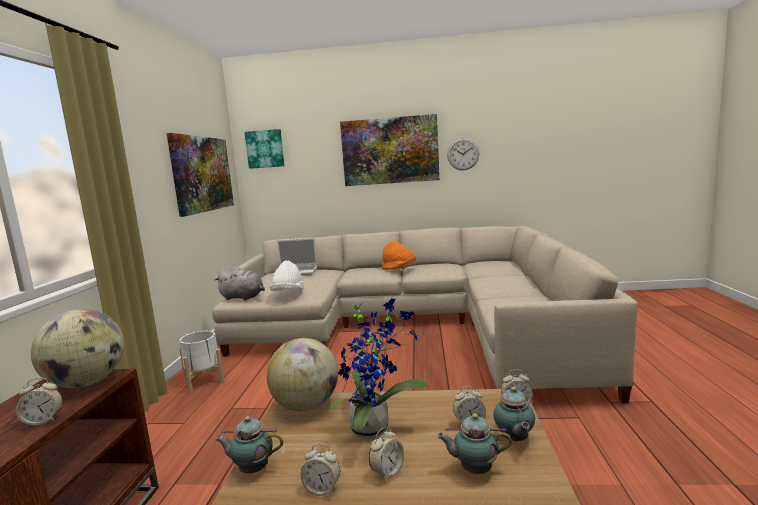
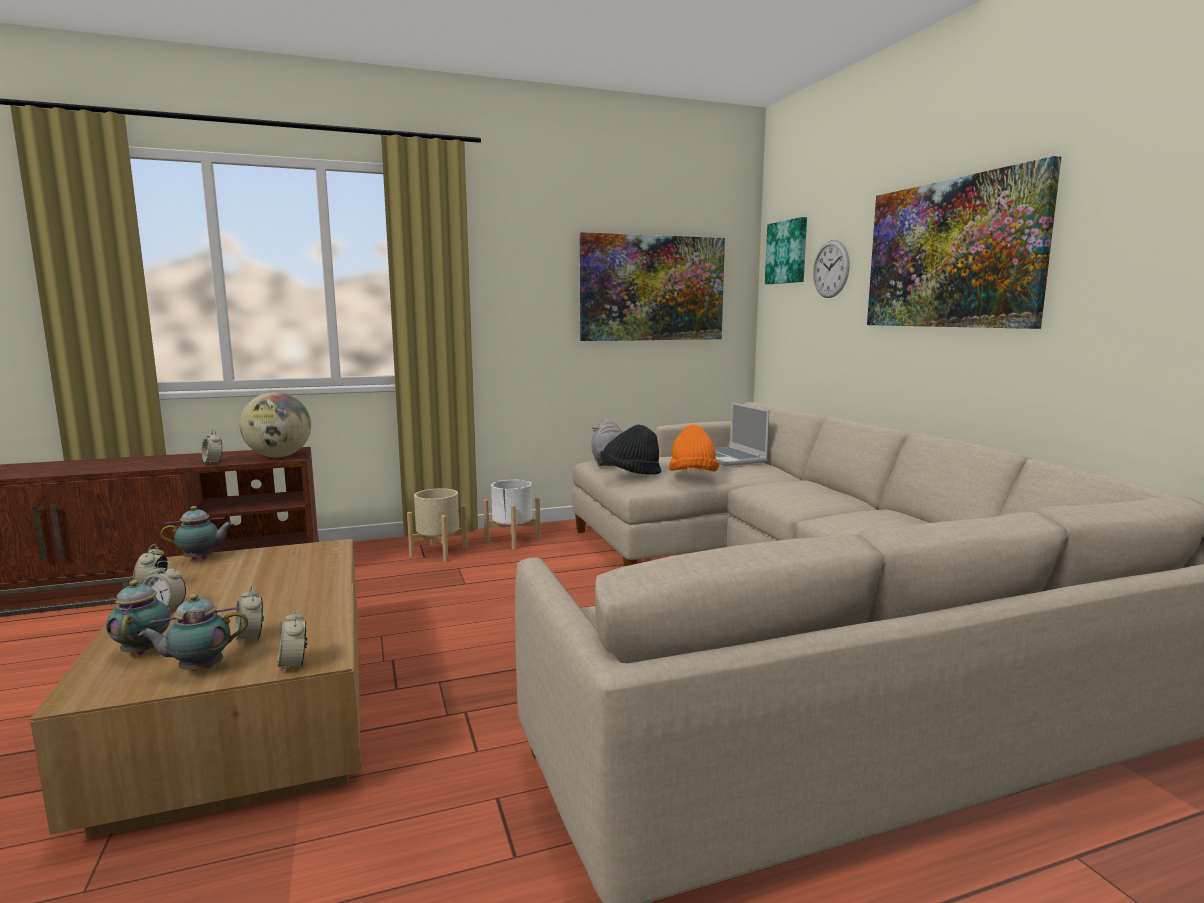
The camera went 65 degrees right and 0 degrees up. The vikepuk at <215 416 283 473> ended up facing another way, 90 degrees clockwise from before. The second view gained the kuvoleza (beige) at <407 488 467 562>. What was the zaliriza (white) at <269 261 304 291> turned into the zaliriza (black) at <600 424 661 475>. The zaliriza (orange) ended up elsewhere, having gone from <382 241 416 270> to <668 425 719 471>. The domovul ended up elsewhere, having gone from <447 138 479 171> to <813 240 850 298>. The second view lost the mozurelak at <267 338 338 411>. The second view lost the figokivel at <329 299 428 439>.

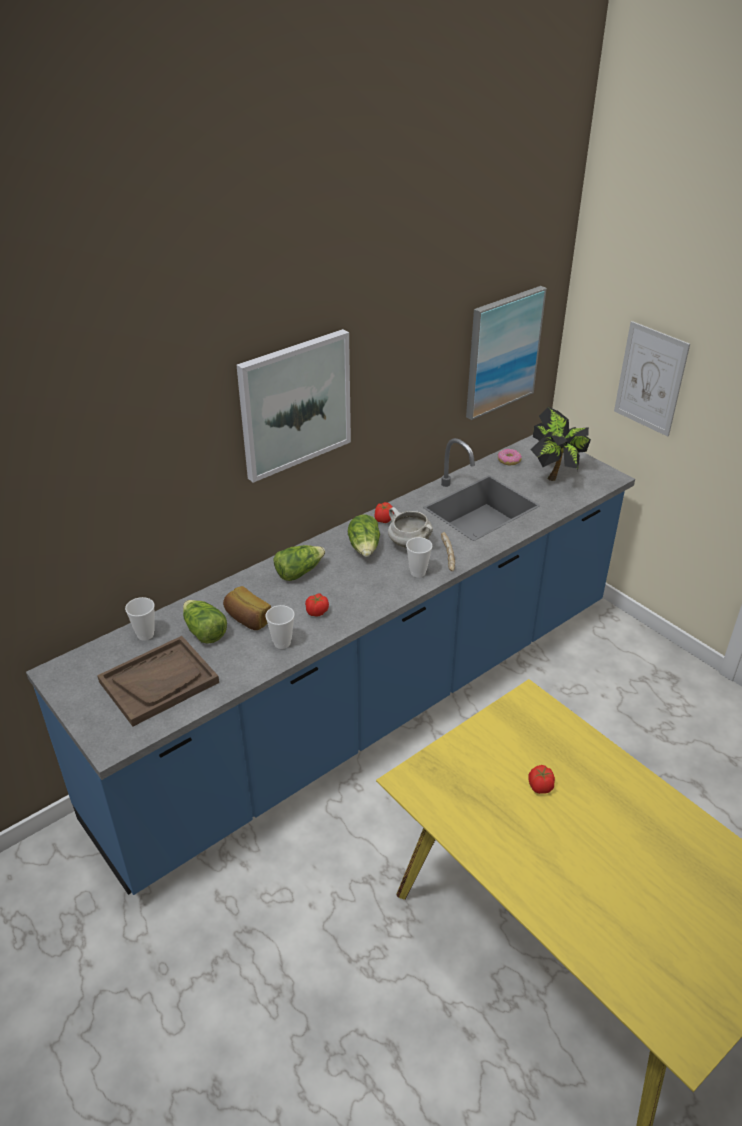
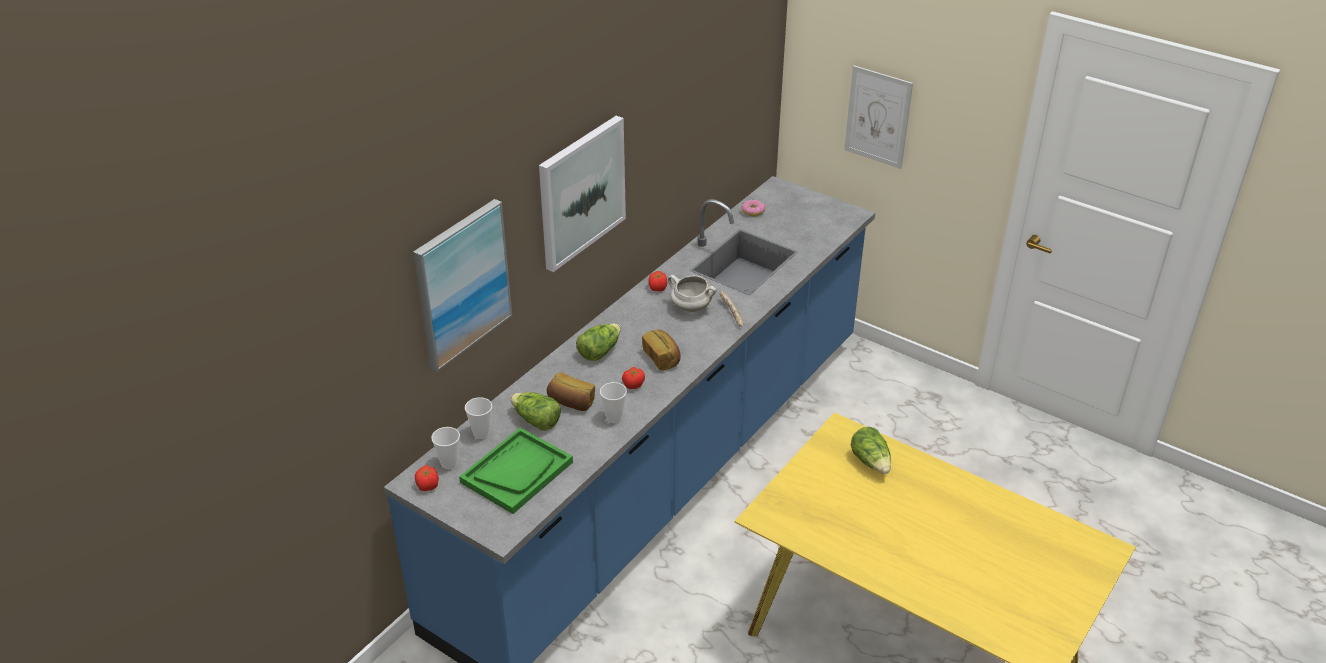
The camera went 15 degrees left and 0 degrees up. The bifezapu ended up elsewhere, having gone from <466 286 547 420> to <413 199 512 372>. The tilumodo ended up elsewhere, having gone from <528 765 555 794> to <415 466 439 491>. The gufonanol ended up elsewhere, having gone from <406 537 432 577> to <431 427 460 469>. What was the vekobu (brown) at <97 636 219 726> turned into the vekobu (green) at <459 428 573 514>. The second view gained the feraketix at <642 330 681 370>. The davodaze ended up elsewhere, having gone from <348 514 380 557> to <851 427 891 474>. The second view lost the figokivel at <530 407 591 481>.

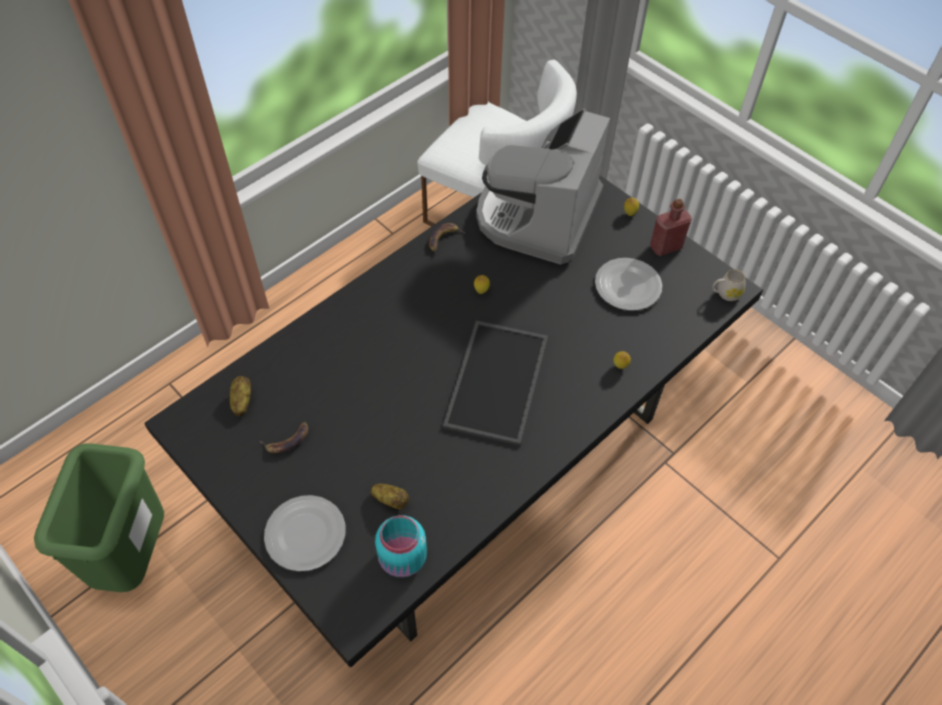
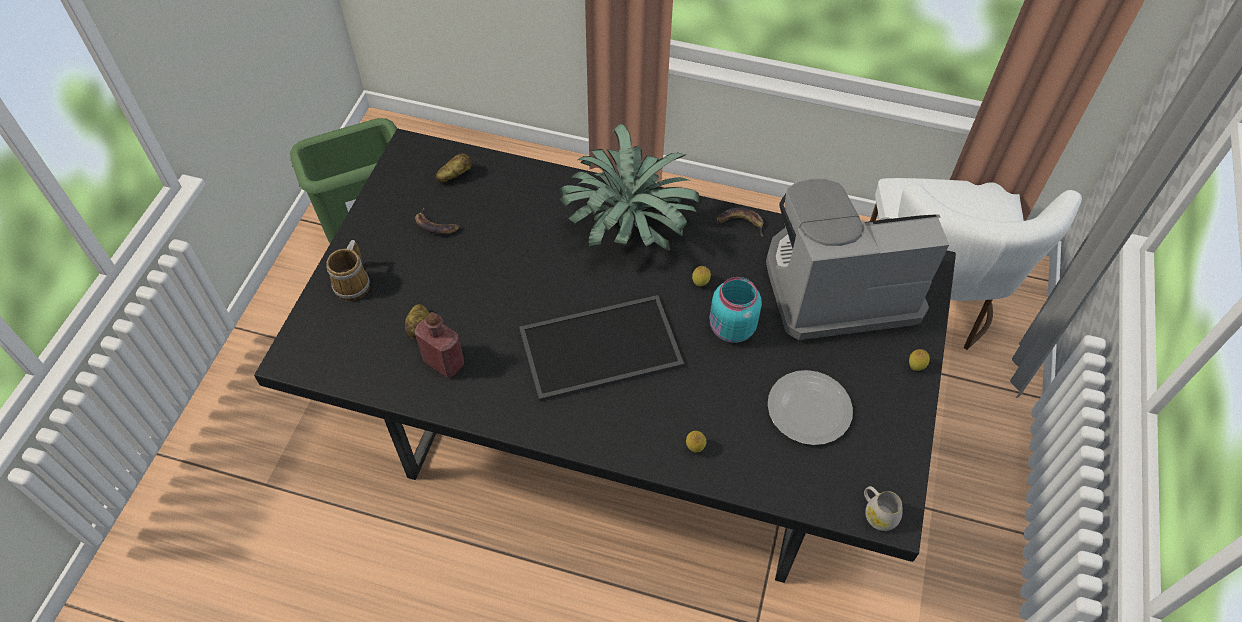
The camera went 60 degrees right and 0 degrees up. Where the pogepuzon stood at <264 495 345 571>, the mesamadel came to stand at <326 240 370 301>. The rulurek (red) ended up elsewhere, having gone from <650 199 692 256> to <415 312 464 378>. The second view gained the figokivel at <560 124 700 250>. The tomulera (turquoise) ended up elsewhere, having gone from <375 515 427 578> to <710 277 762 343>.

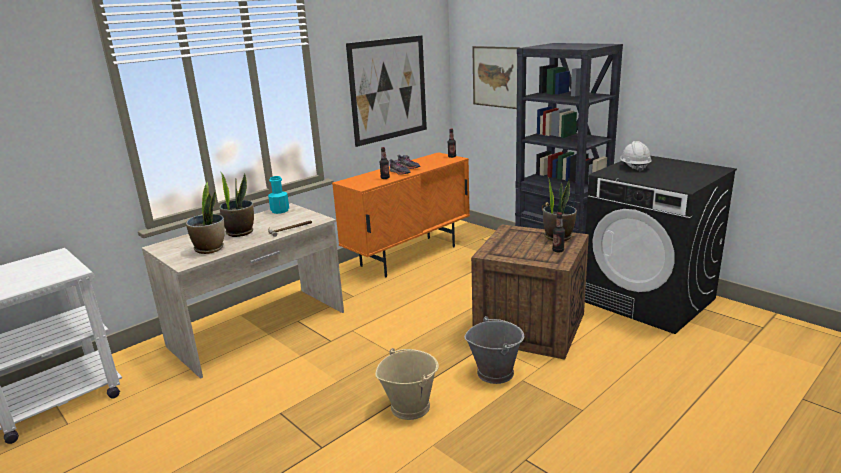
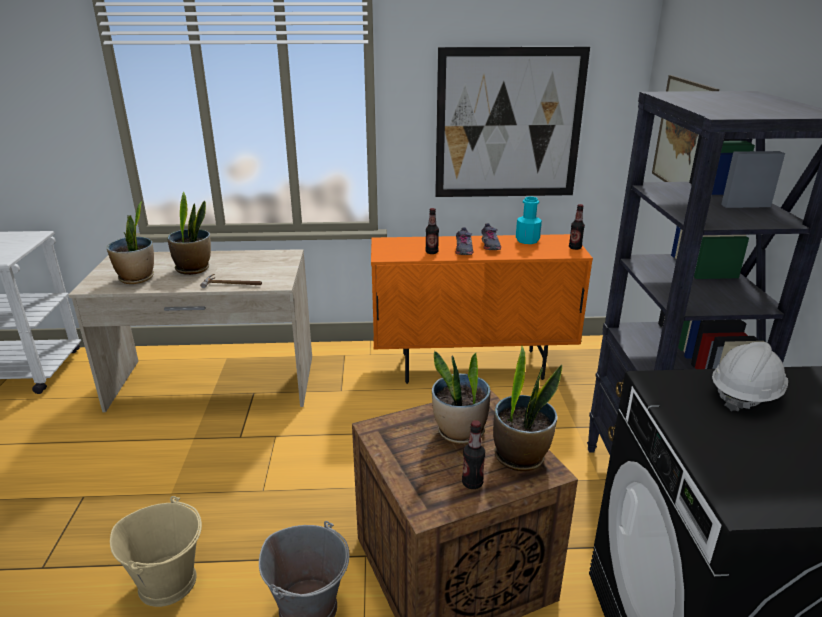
The camera went 40 degrees right and 5 degrees up. The second view gained the figokivel at <432 351 490 444>. The rulurek (turquoise) ended up elsewhere, having gone from <268 176 289 214> to <516 197 542 244>.

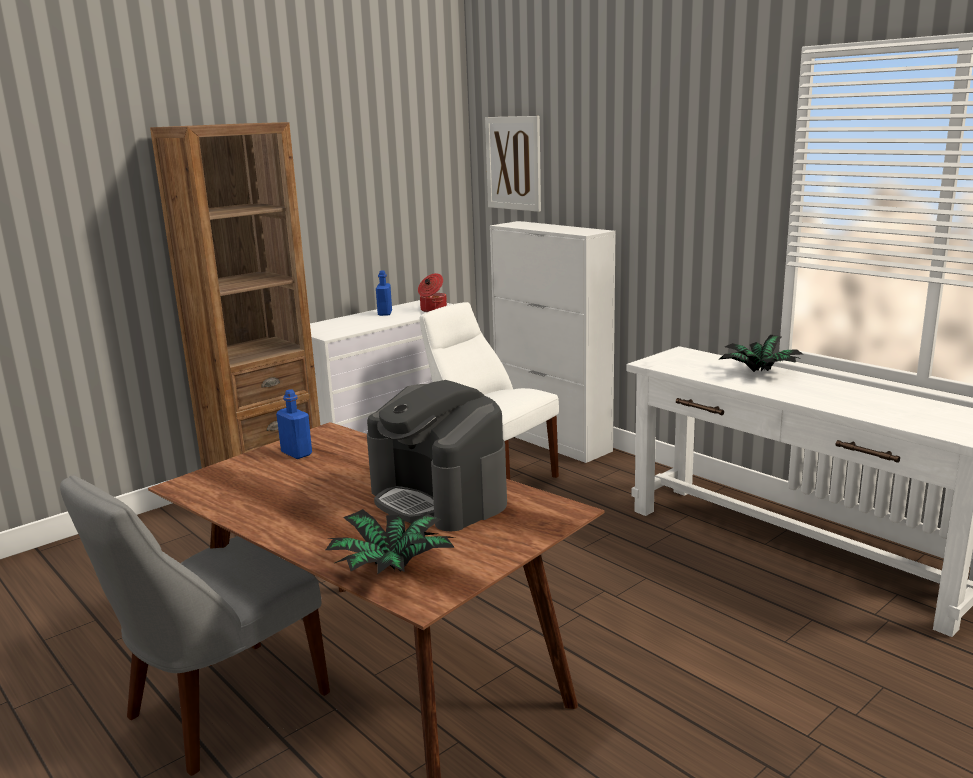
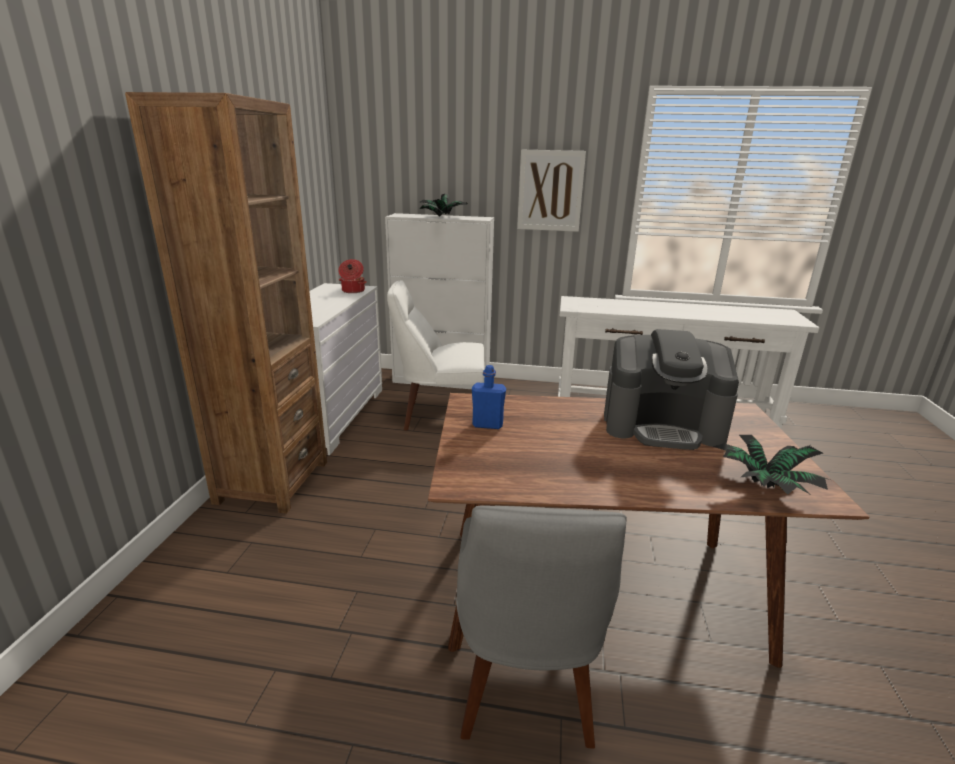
The camera went 40 degrees left and 5 degrees up. The figokivel ended up elsewhere, having gone from <718 335 803 372> to <420 194 468 217>. The bifezapu ended up elsewhere, having gone from <485 116 541 212> to <517 150 586 232>. The second view lost the rulurek (blue) at <376 270 392 316>.

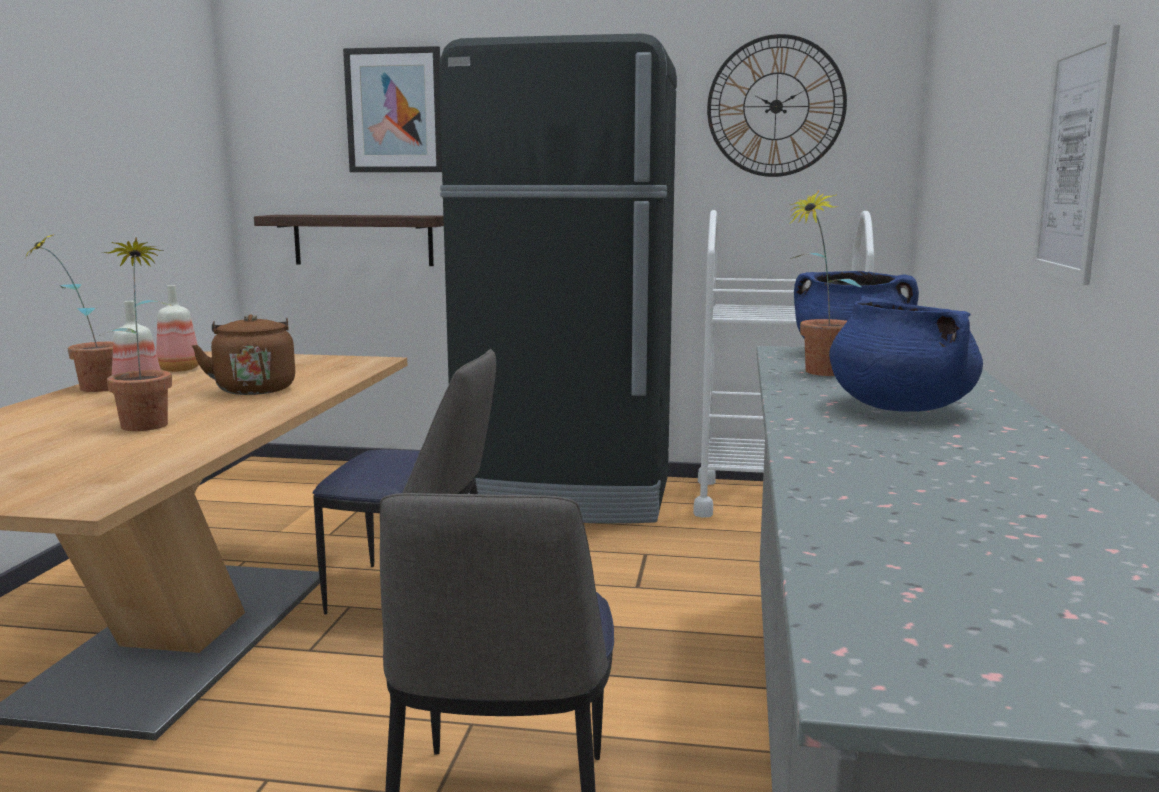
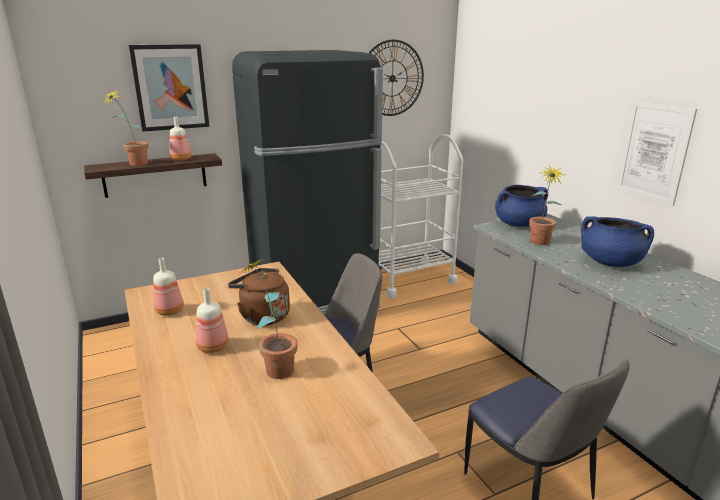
The camera went 35 degrees left and 10 degrees up. The figokivel ended up elsewhere, having gone from <25 234 113 392> to <103 91 149 166>. The second view gained the rulurek at <170 117 191 161>.

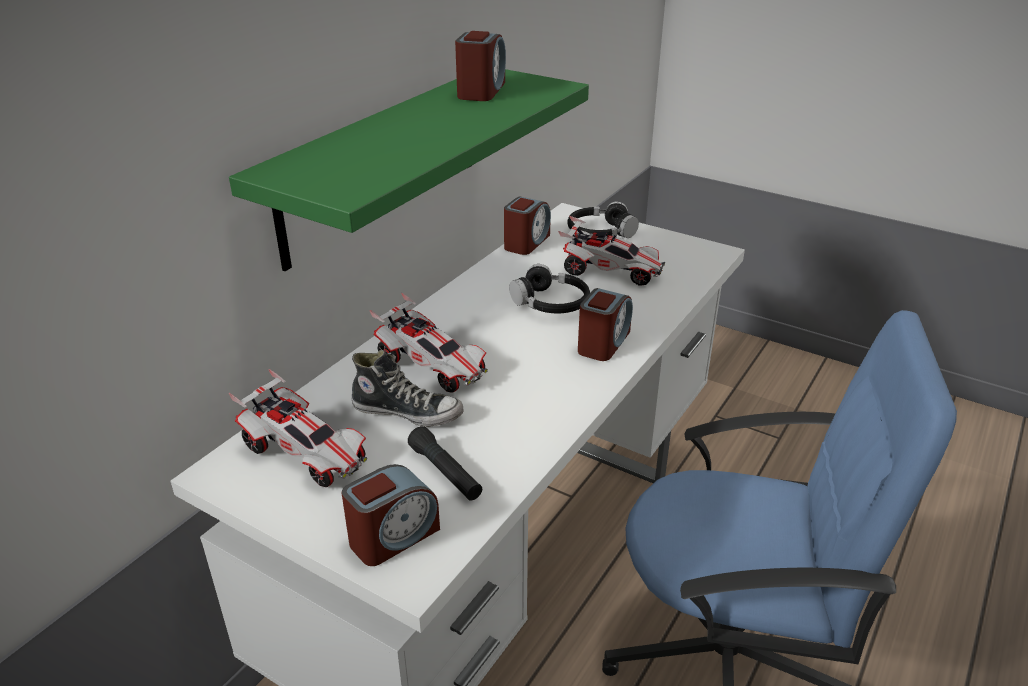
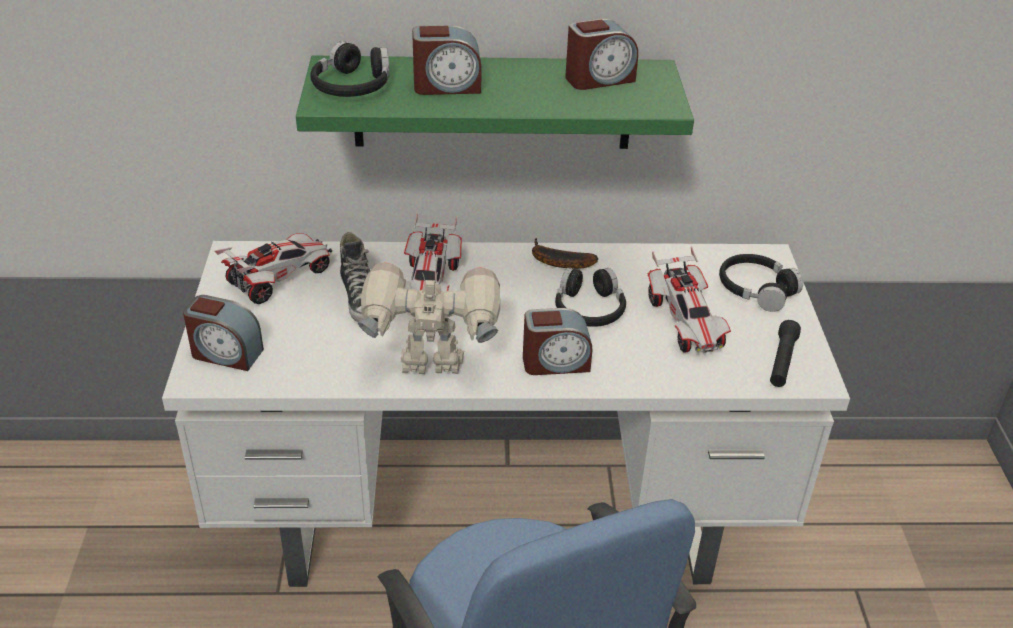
The camera went 55 degrees right and 5 degrees up. The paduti at <229 369 367 487> ended up facing another way, 135 degrees counterclockwise from before. The second view gained the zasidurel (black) at <310 41 389 97>. The second view gained the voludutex at <358 262 500 374>. The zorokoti ended up elsewhere, having gone from <504 197 551 255> to <412 25 482 95>. The second view gained the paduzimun at <532 238 598 269>. The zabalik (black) ended up elsewhere, having gone from <408 426 482 501> to <770 320 801 387>.

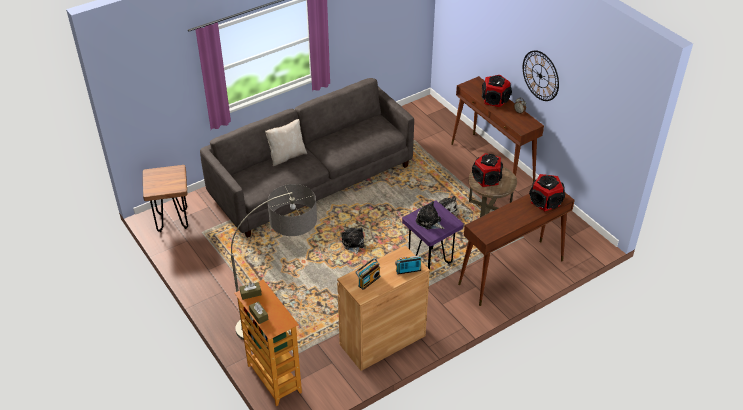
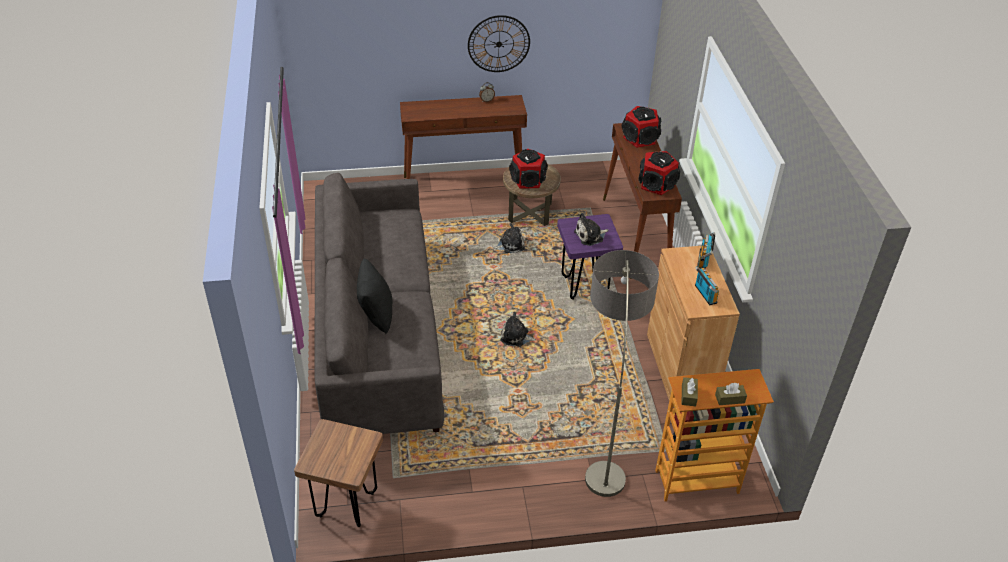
The camera went 65 degrees left and 0 degrees up. What was the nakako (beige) at <265 119 307 166> turned into the nakako (black) at <357 259 392 334>. The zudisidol ended up elsewhere, having gone from <482 75 512 107> to <638 151 680 195>.

